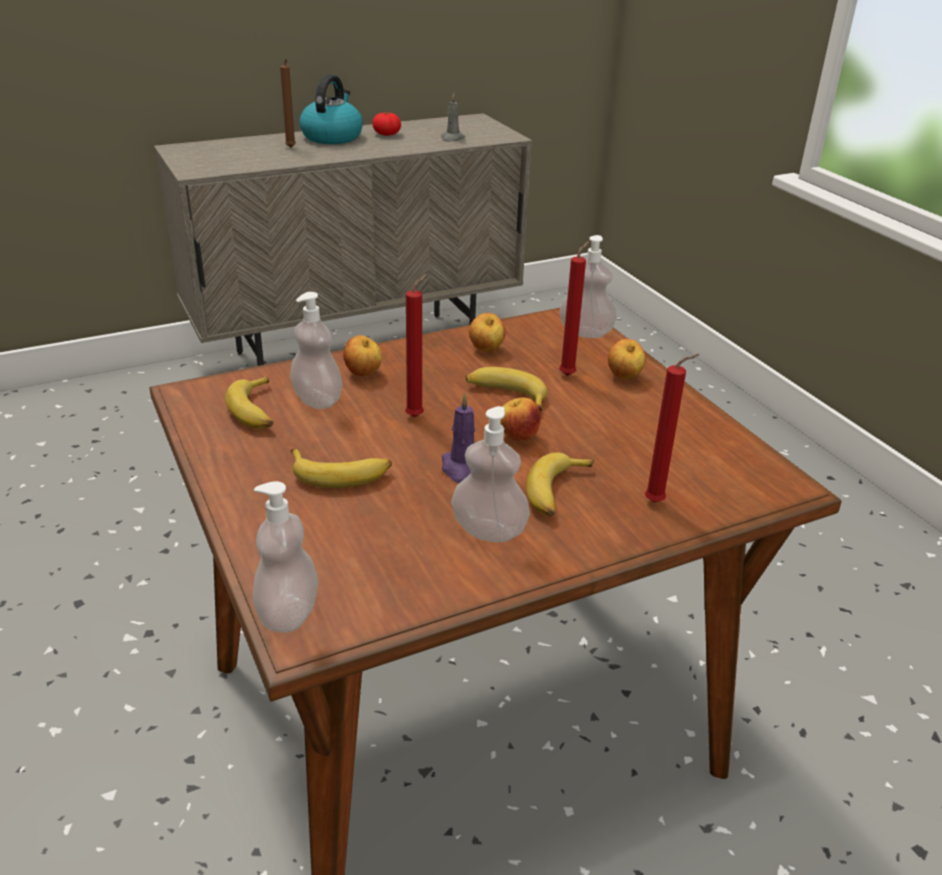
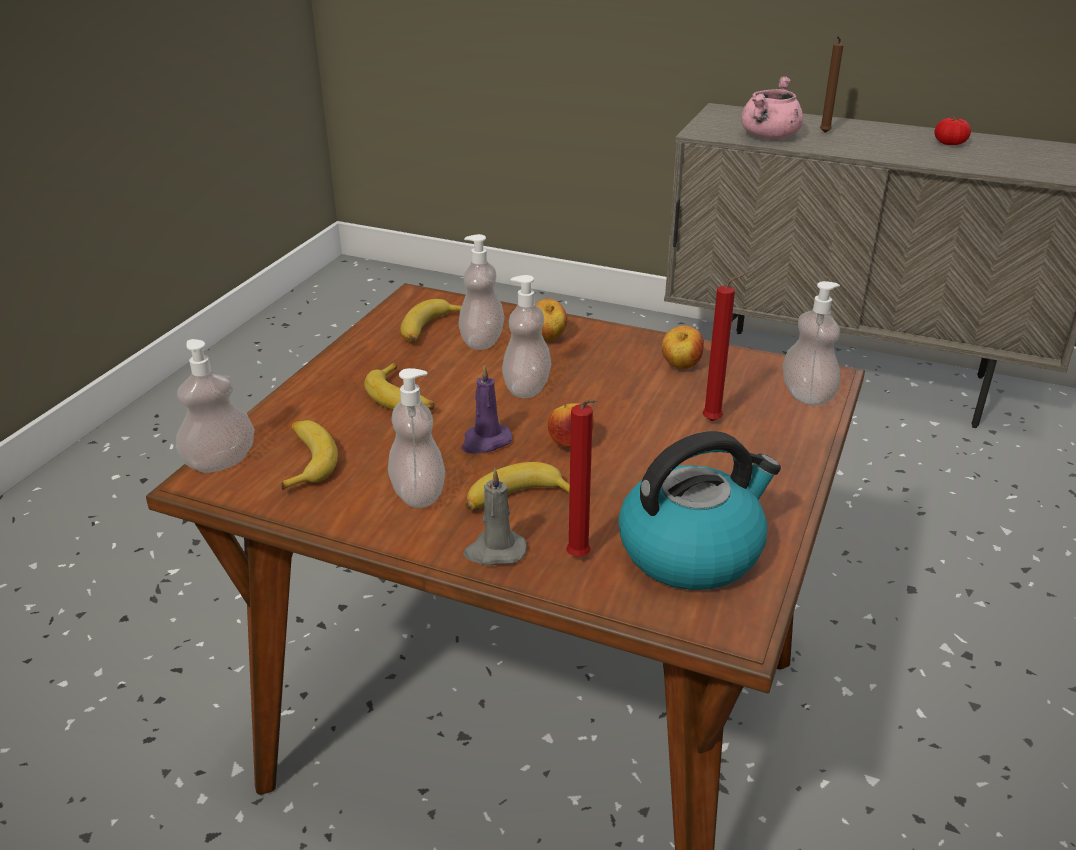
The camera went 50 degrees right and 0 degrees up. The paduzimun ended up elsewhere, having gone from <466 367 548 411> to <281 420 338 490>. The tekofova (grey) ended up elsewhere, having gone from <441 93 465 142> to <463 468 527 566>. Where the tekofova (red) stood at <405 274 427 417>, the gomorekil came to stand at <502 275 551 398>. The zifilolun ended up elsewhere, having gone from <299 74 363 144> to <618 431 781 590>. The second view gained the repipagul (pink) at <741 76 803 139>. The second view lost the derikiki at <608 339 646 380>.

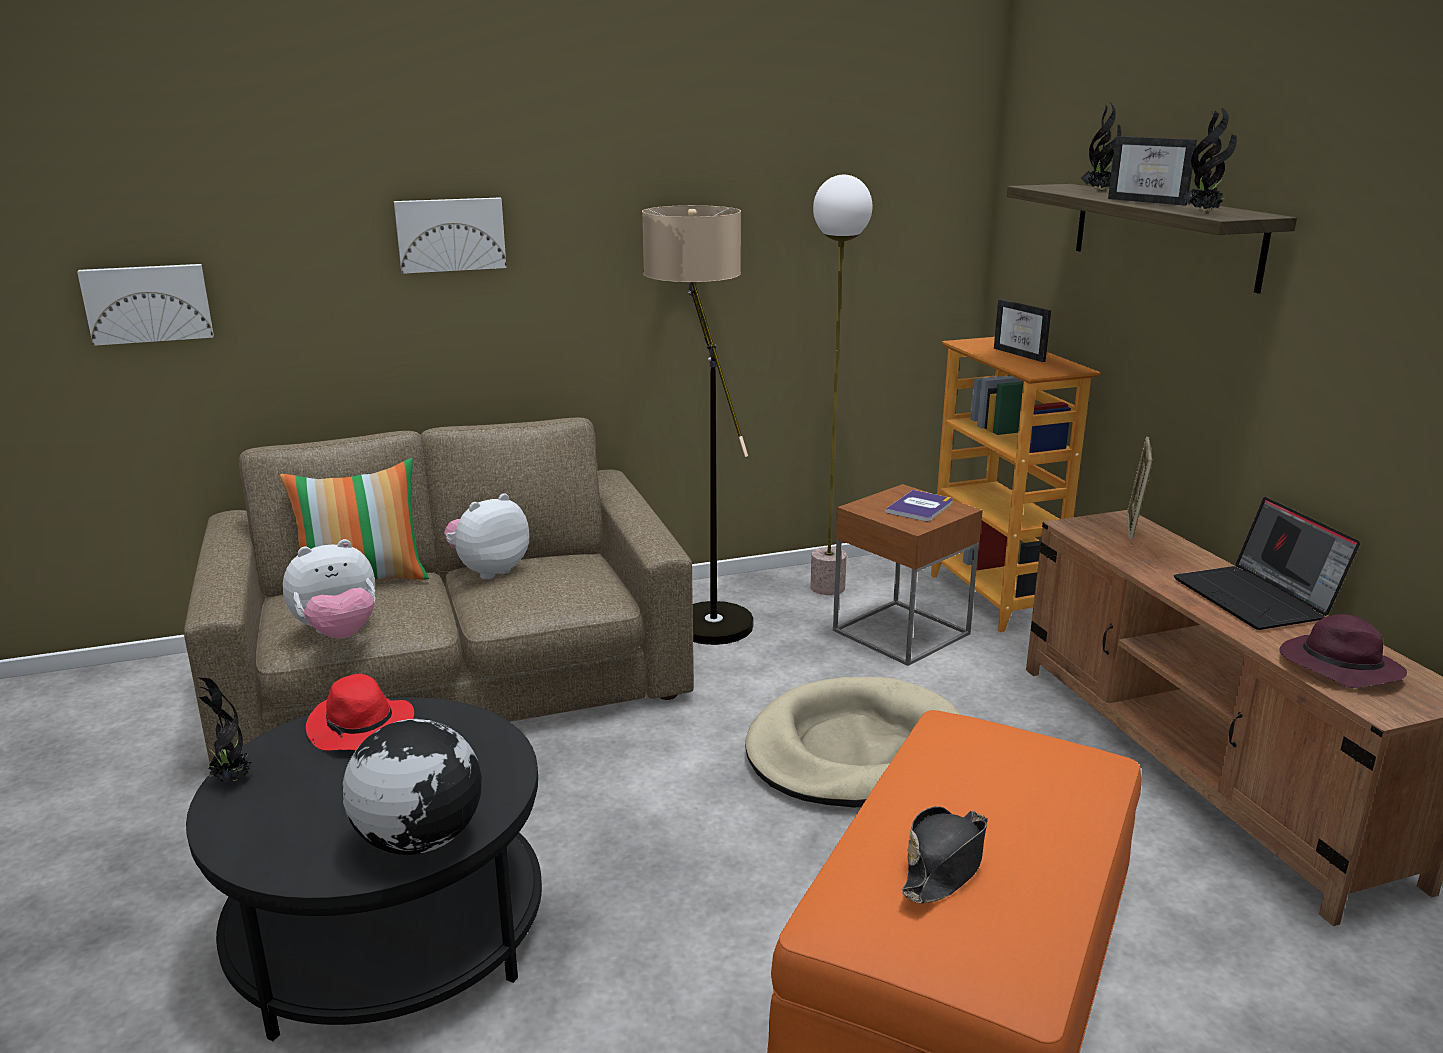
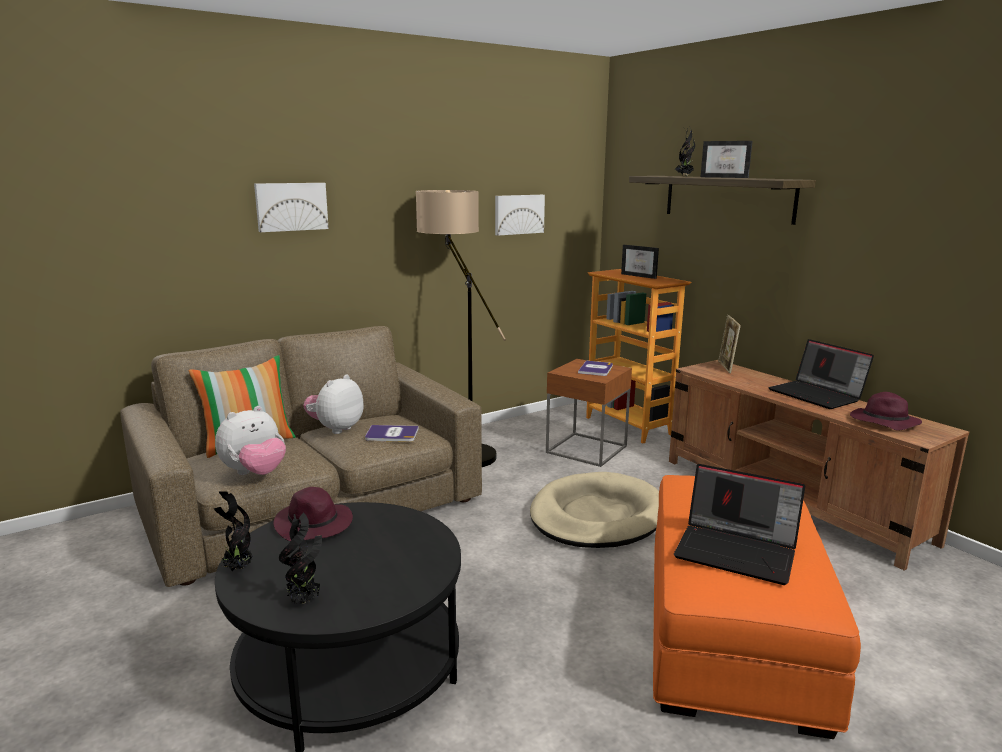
The camera went 15 degrees left and 5 degrees down. What was the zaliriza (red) at <306 674 414 751> turned into the zaliriza (purple) at <273 487 353 541>. The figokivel ended up elsewhere, having gone from <1183 107 1237 211> to <279 512 322 604>. The second view gained the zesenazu at <365 425 419 442>. The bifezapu ended up elsewhere, having gone from <77 264 214 346> to <495 195 545 236>. Where the zaliriza (black) stood at <901 806 988 903>, the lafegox came to stand at <674 464 805 585>. The second view lost the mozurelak at <342 719 482 855>. The second view lost the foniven at <811 175 872 595>.

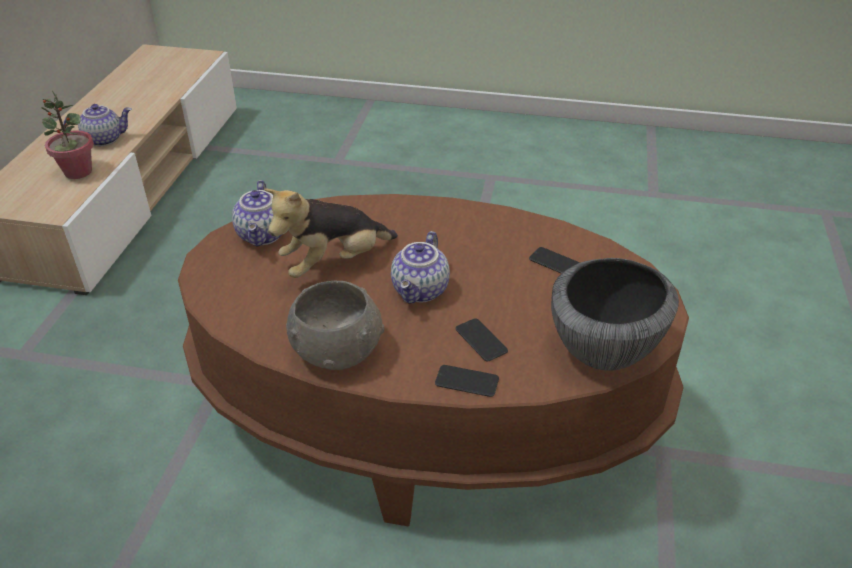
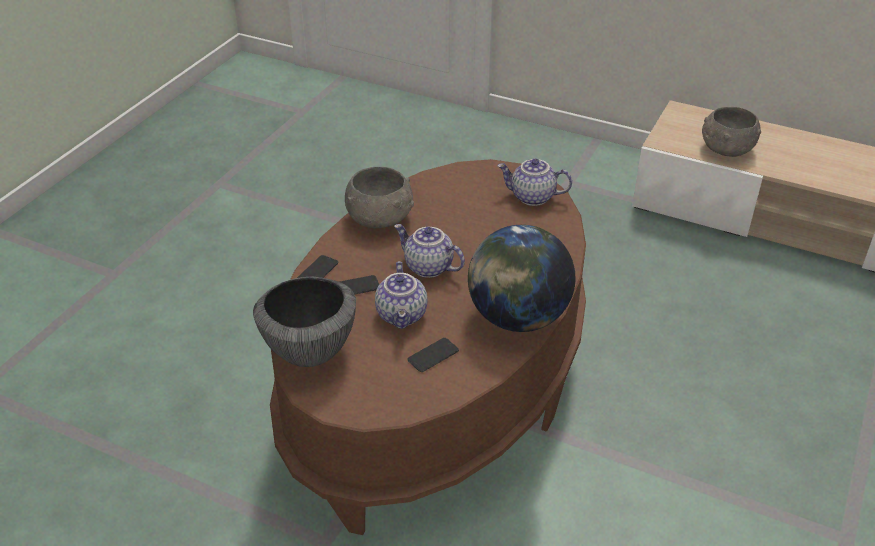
The camera went 105 degrees right and 0 degrees up. The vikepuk ended up elsewhere, having gone from <63 104 132 146> to <375 261 427 329>. The second view gained the mozurelak at <468 225 576 332>. Where the figokivel stood at <41 91 94 179>, the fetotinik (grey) came to stand at <702 107 761 157>. The second view lost the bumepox at <264 189 398 278>.

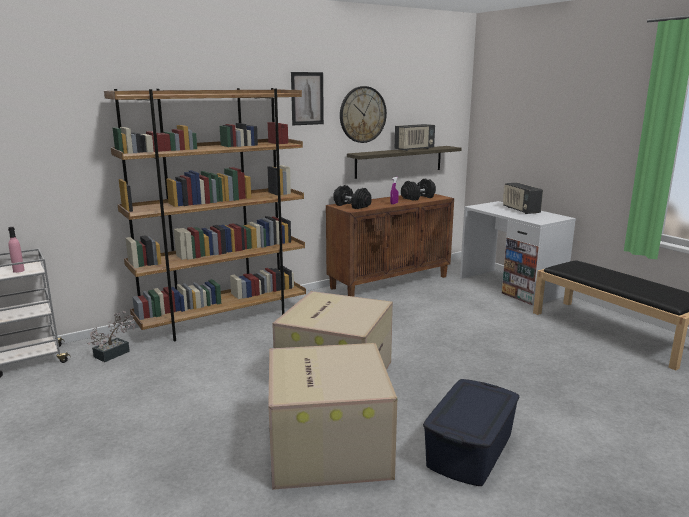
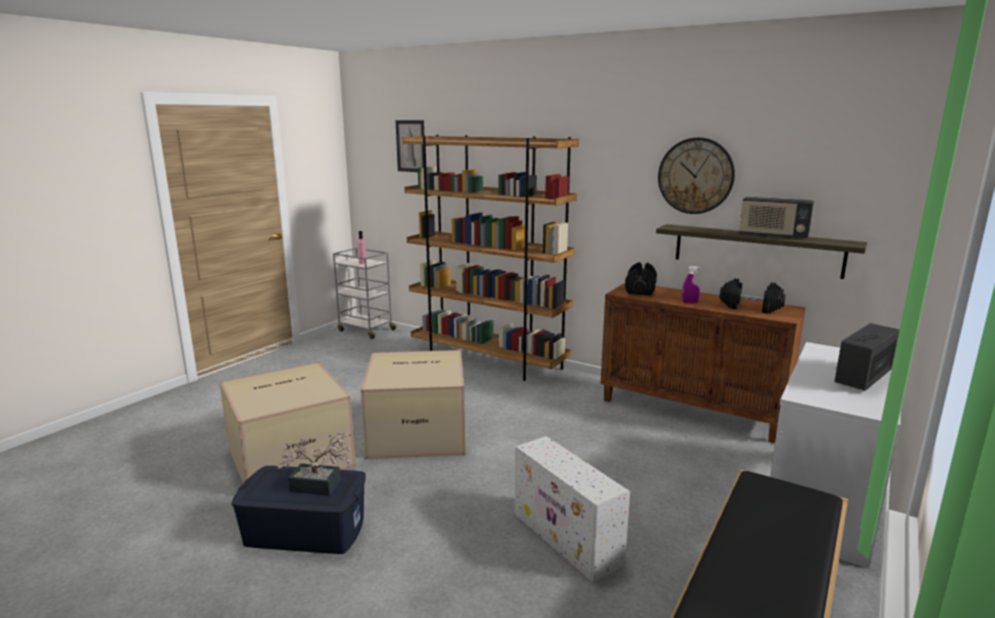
The camera went 65 degrees right and 0 degrees up. The figokivel ended up elsewhere, having gone from <87 311 136 362> to <277 432 351 496>. The bifezapu ended up elsewhere, having gone from <291 72 324 125> to <395 120 424 172>. The second view gained the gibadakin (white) at <515 436 630 583>.

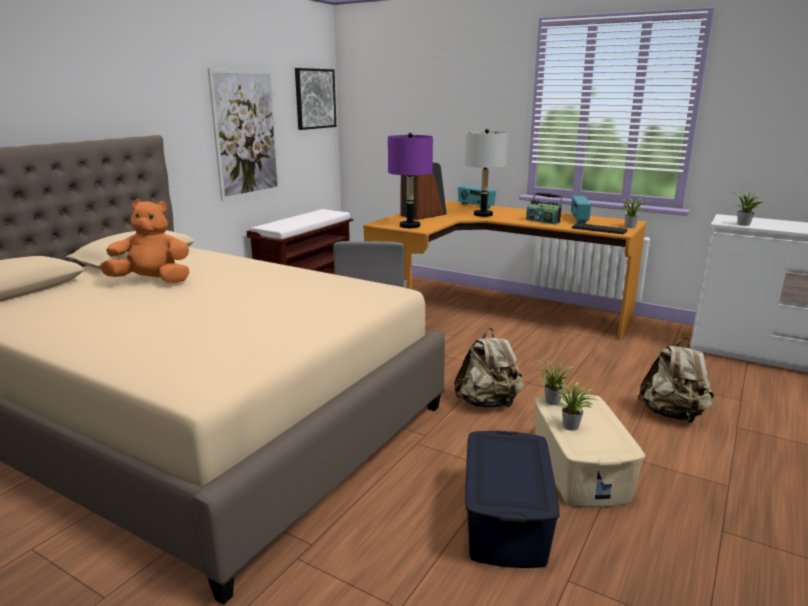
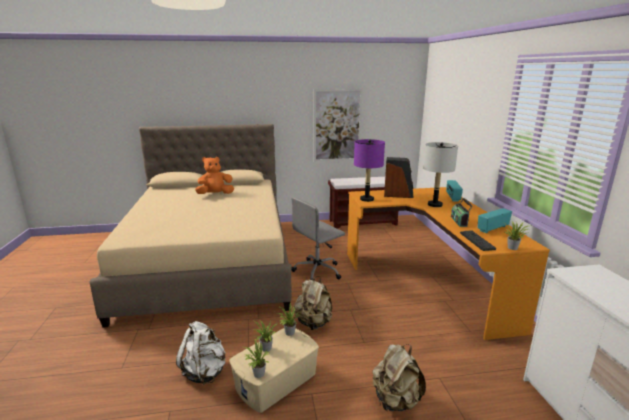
The camera went 50 degrees right and 0 degrees up. Where the gibadakin (blue) stood at <465 431 560 568>, the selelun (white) came to stand at <176 321 225 385>. The bumepox (orange) at <100 199 189 283> ended up facing another way, 75 degrees counterclockwise from before. The figokivel ended up elsewhere, having gone from <734 191 764 226> to <244 339 269 378>. The second view lost the bifezapu at <295 68 336 130>.

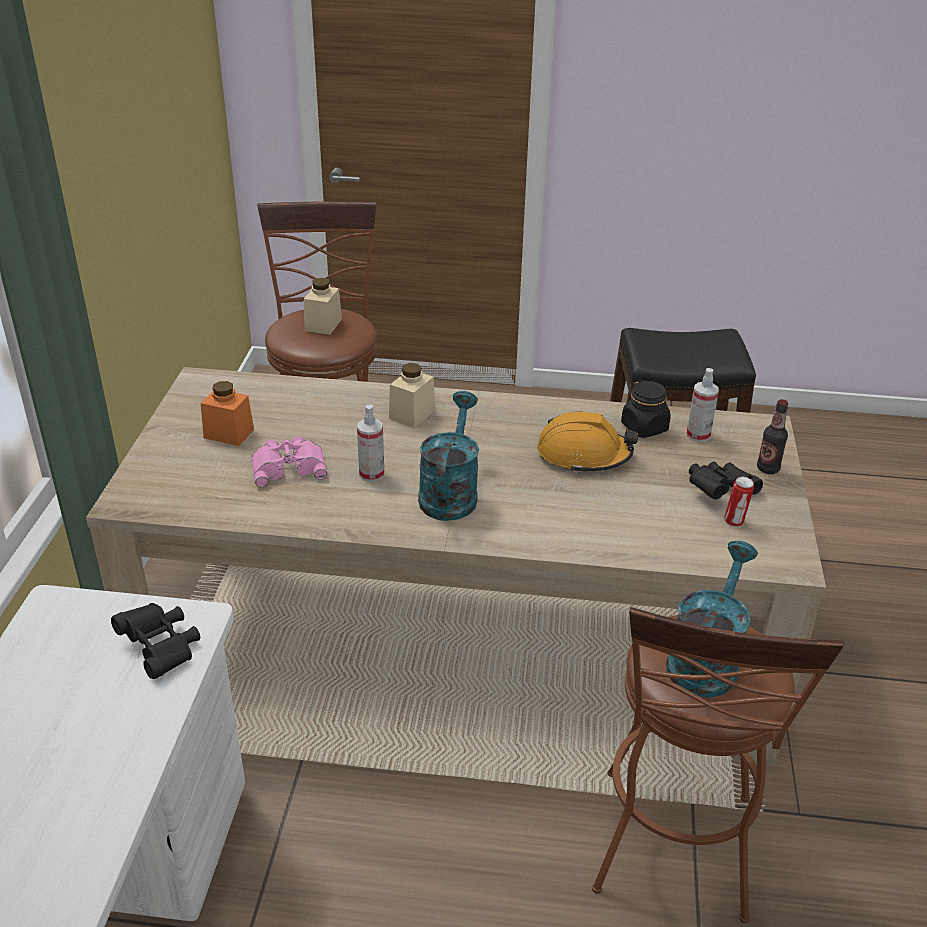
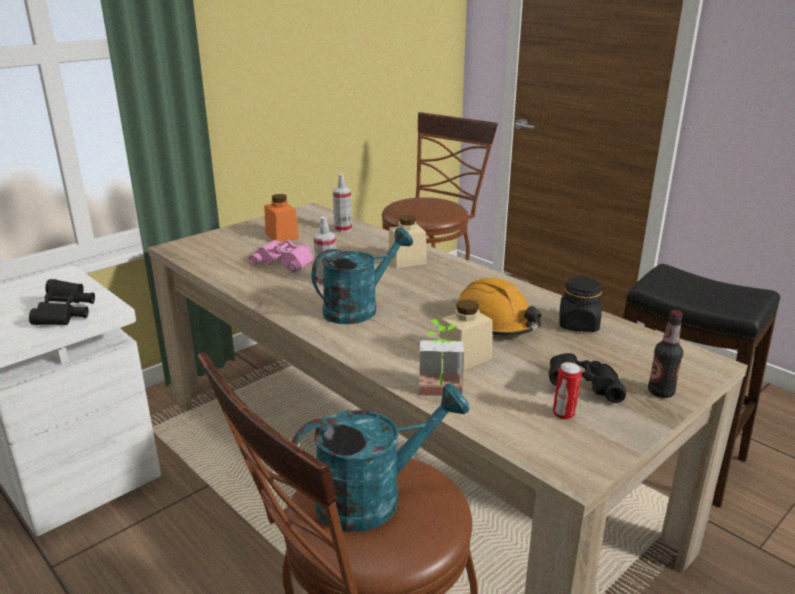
The camera went 40 degrees right and 10 degrees down. The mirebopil ended up elsewhere, having gone from <687 368 719 442> to <333 174 352 233>. The second view gained the figokivel at <419 319 464 396>. The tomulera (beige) ended up elsewhere, having gone from <304 278 342 335> to <439 299 493 370>.

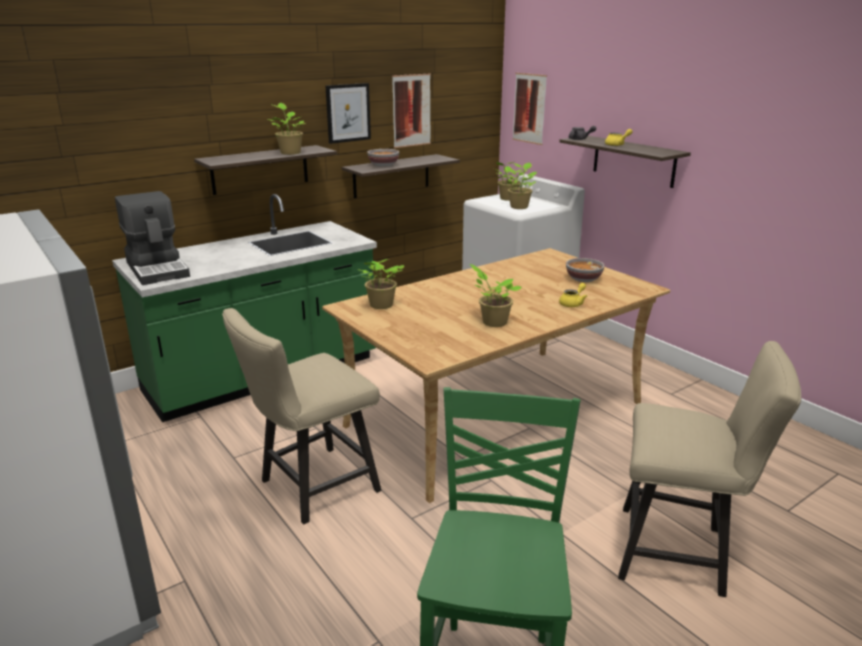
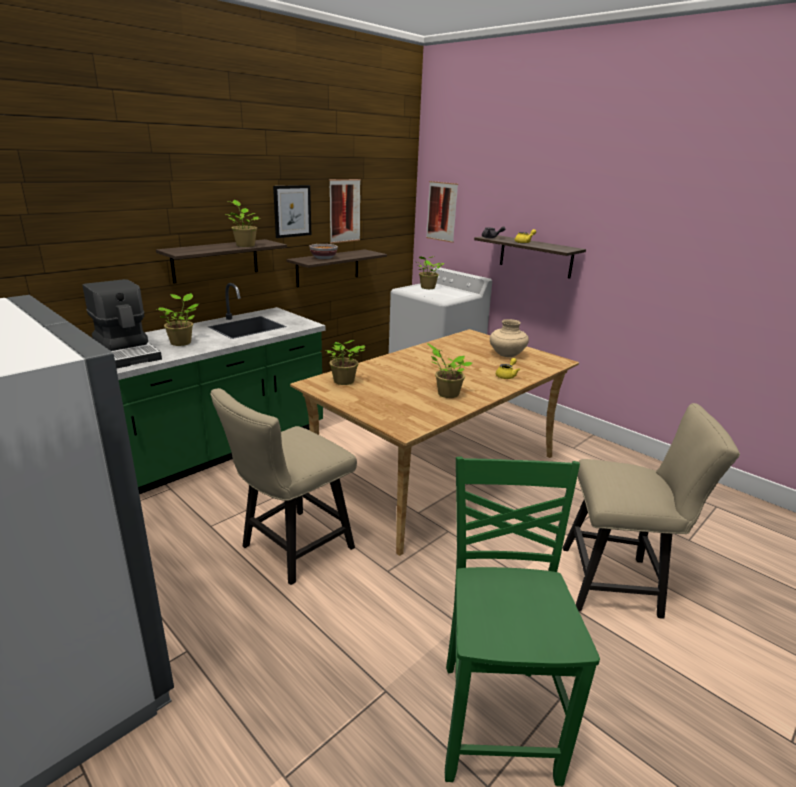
The camera went 10 degrees left and 0 degrees up. The figokivel ended up elsewhere, having gone from <503 162 537 209> to <155 293 199 346>. Where the fetotinik stood at <566 258 605 282>, the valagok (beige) came to stand at <490 319 529 357>.

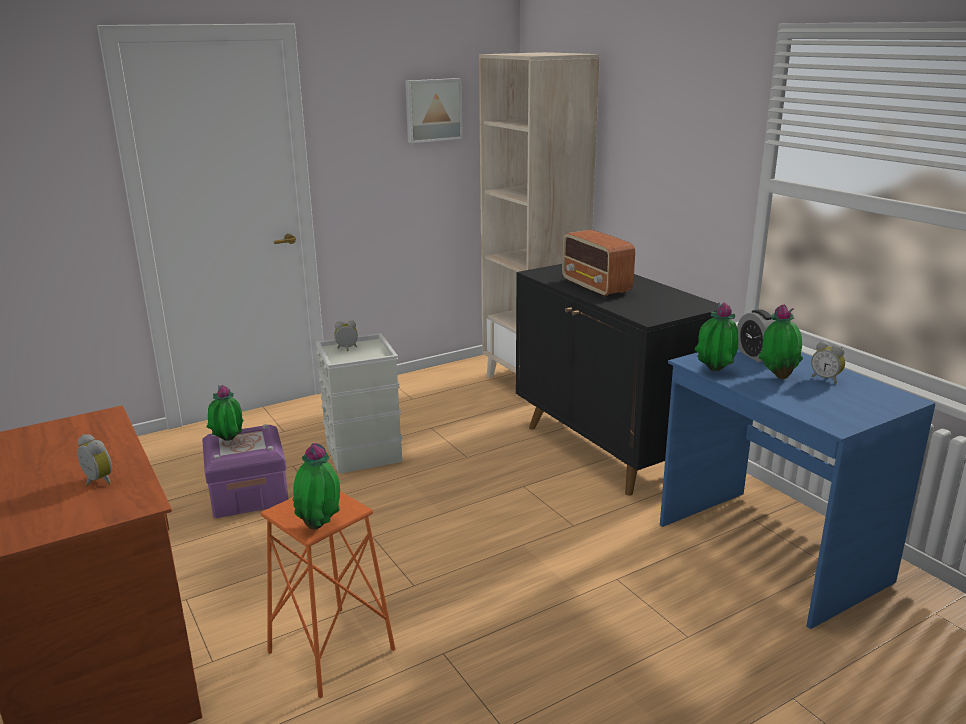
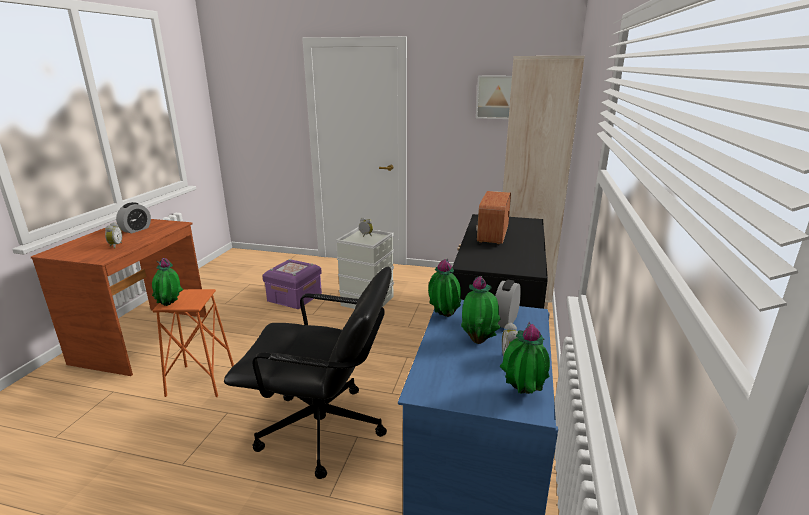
The camera went 45 degrees right and 0 degrees up. The second view gained the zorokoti at <116 202 151 233>. The second view gained the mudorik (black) at <224 267 392 479>. The figokivel ended up elsewhere, having gone from <207 385 244 441> to <500 322 550 394>.

